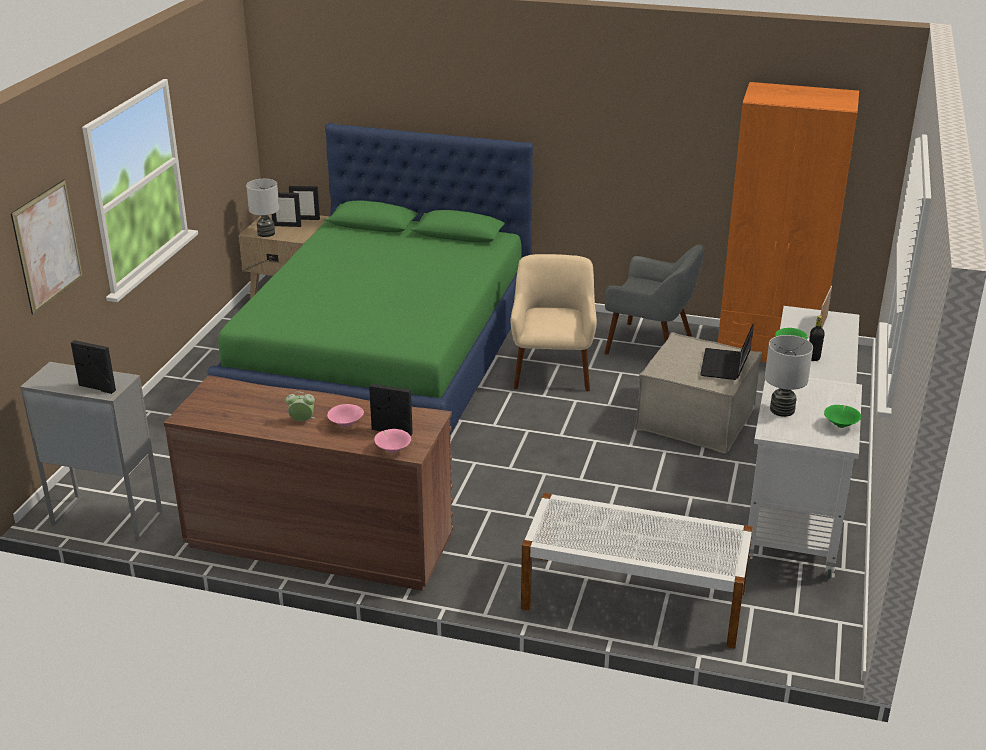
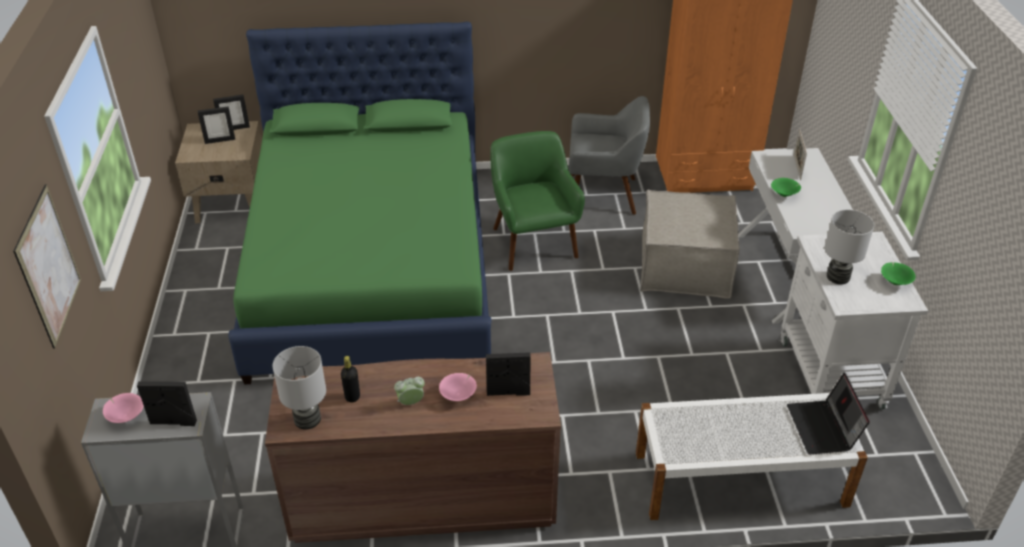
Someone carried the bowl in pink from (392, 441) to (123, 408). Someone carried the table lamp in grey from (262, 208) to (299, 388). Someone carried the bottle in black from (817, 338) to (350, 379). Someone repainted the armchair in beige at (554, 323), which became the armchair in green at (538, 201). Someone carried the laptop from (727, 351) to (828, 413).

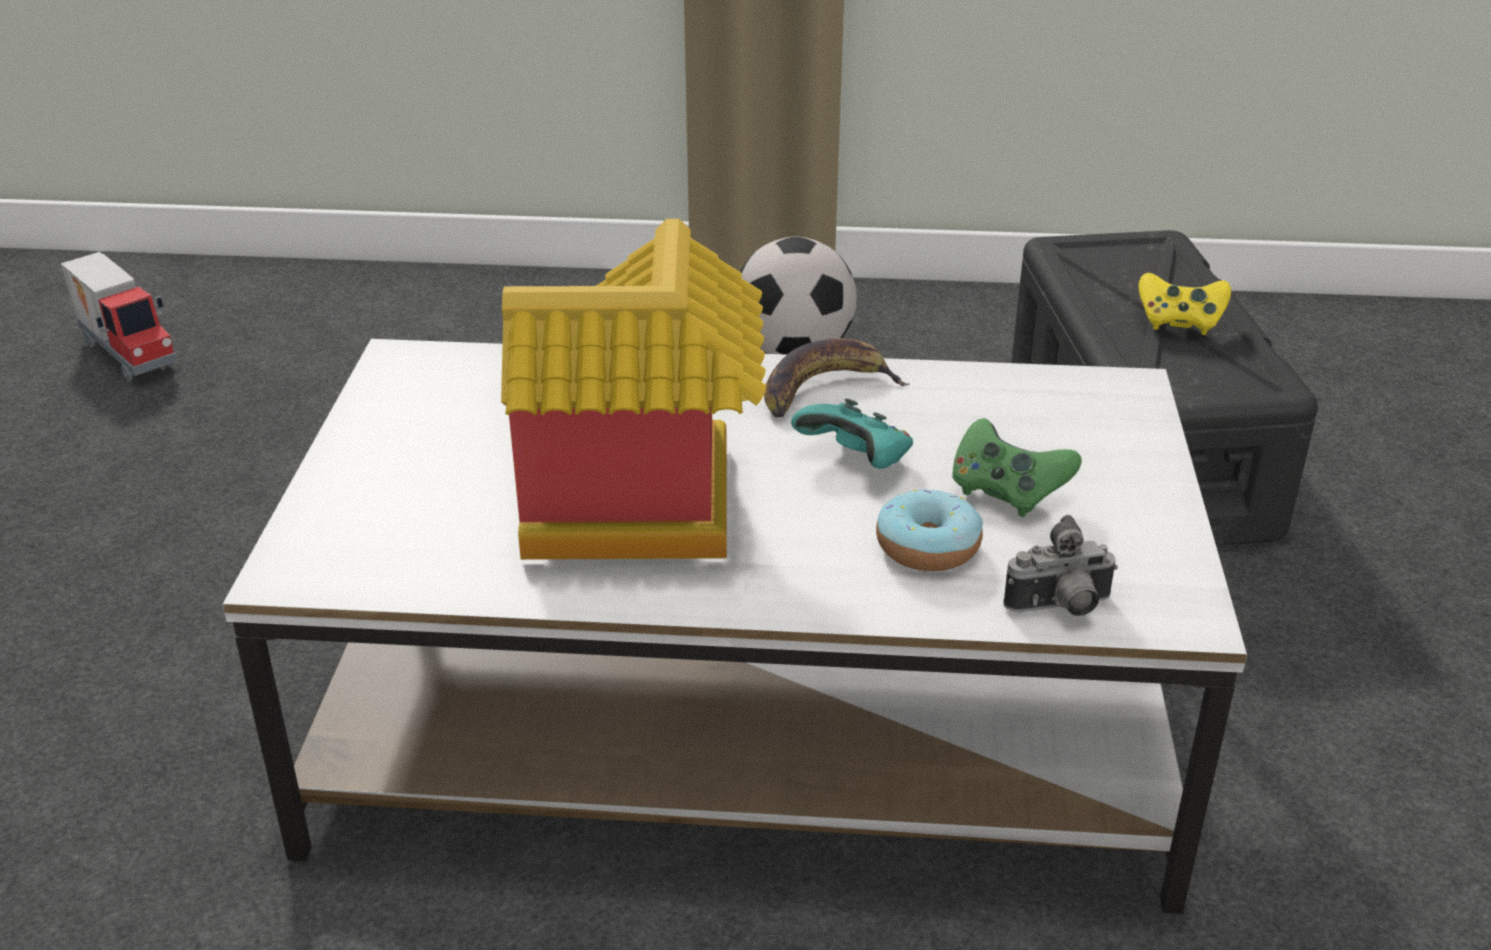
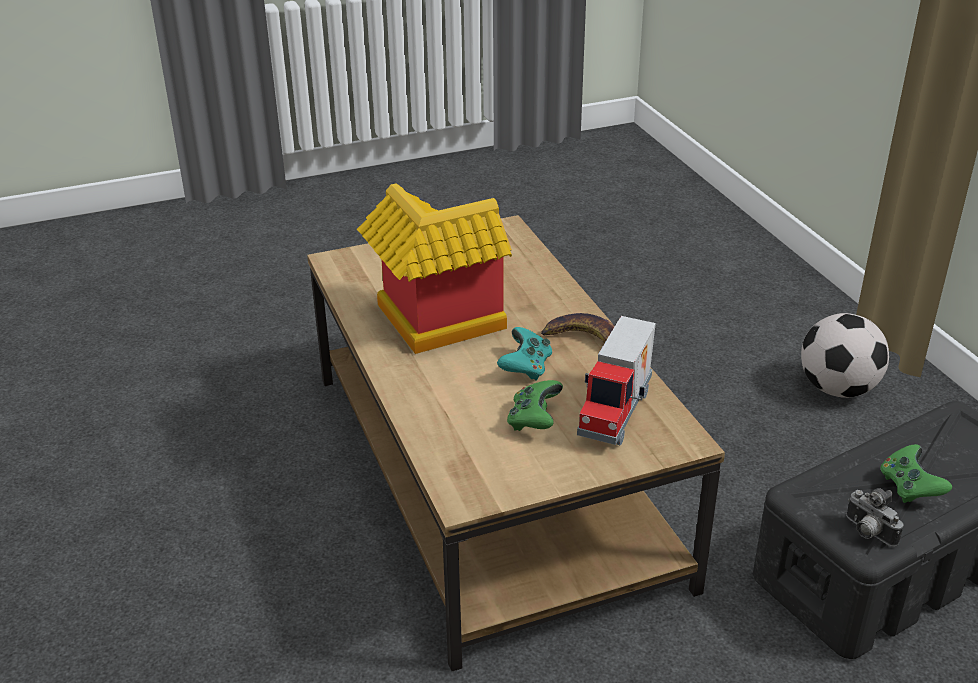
Someone repainted the coffee table in white at (735, 626), which became the coffee table in brown at (516, 443). Someone carried the toy truck from (119, 317) to (616, 381). Someone carried the photo camera from (1060, 565) to (874, 517). Someone repainted the game controller in yellow at (1185, 304), which became the game controller in green at (916, 473). Someone took away the donut at (929, 530).

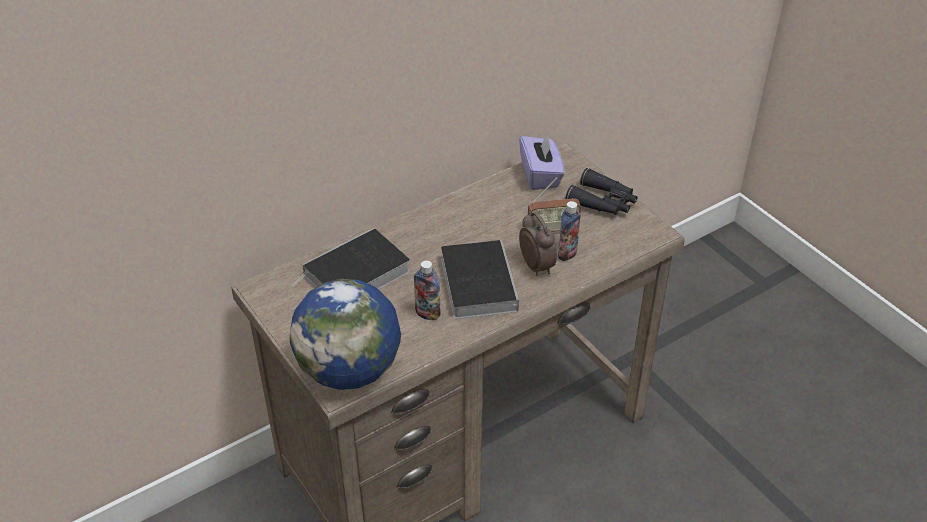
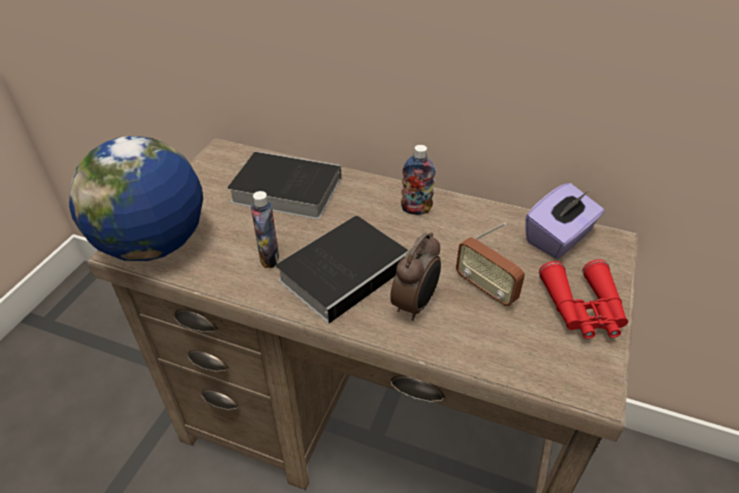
Someone carried the bottle from (569, 231) to (418, 180). Someone repainted the binoculars in black at (601, 191), which became the binoculars in red at (583, 299).

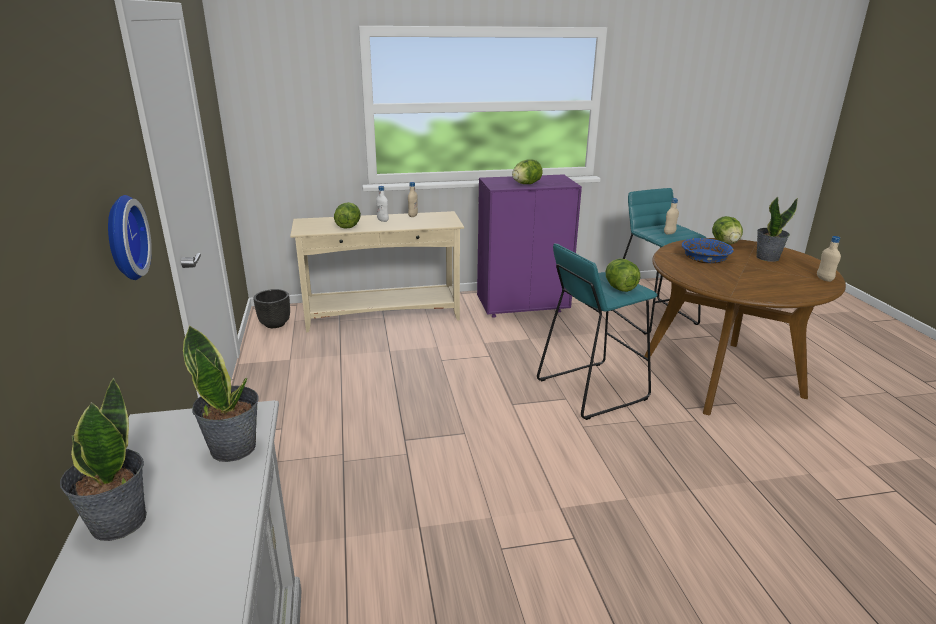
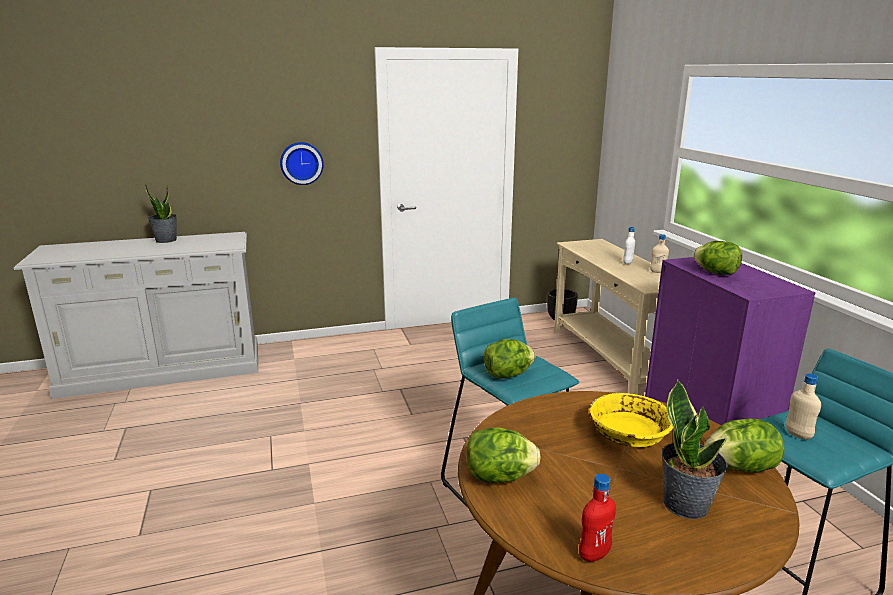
Someone carried the lettuce from (347, 215) to (504, 455). Someone repainted the bottle in beige at (829, 259), which became the bottle in red at (597, 518). Someone repainted the bowl in blue at (708, 250), which became the bowl in yellow at (631, 420). Someone took away the potted plant at (221, 393).

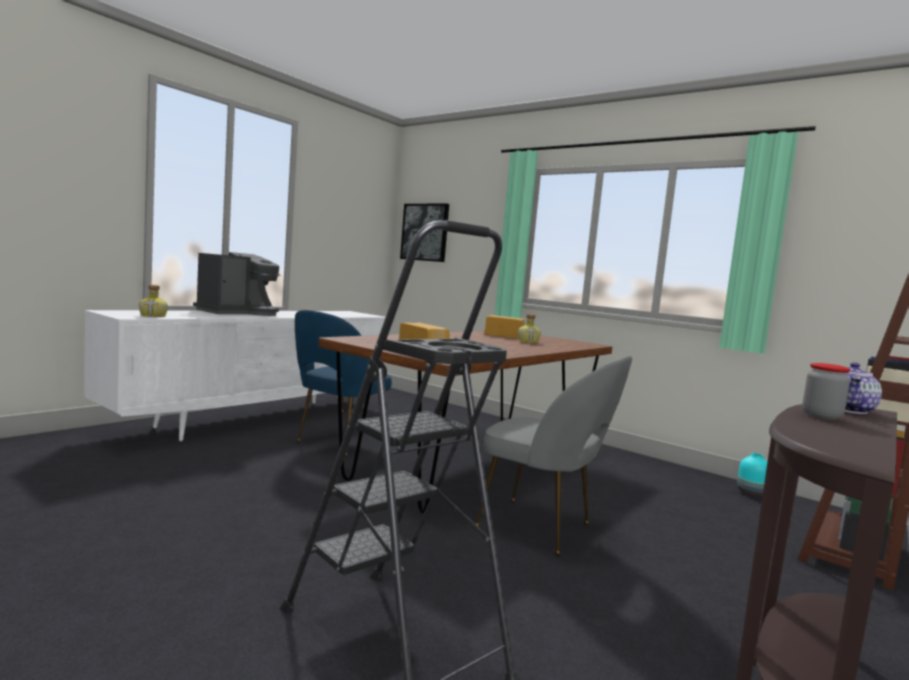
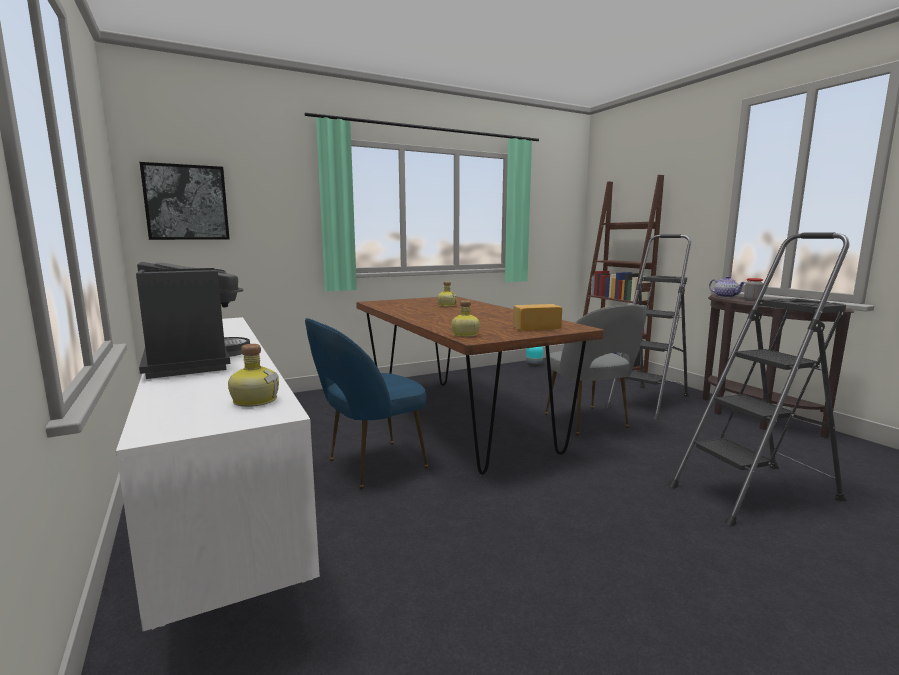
Someone rotated the chair in blue at (343, 383) by 90 degrees clockwise. Someone put down the bottle at (465, 318). Someone rotated the chair in grey at (553, 456) by 105 degrees clockwise. Someone put down the step ladder at (648, 327). Someone took away the bread at (505, 326).

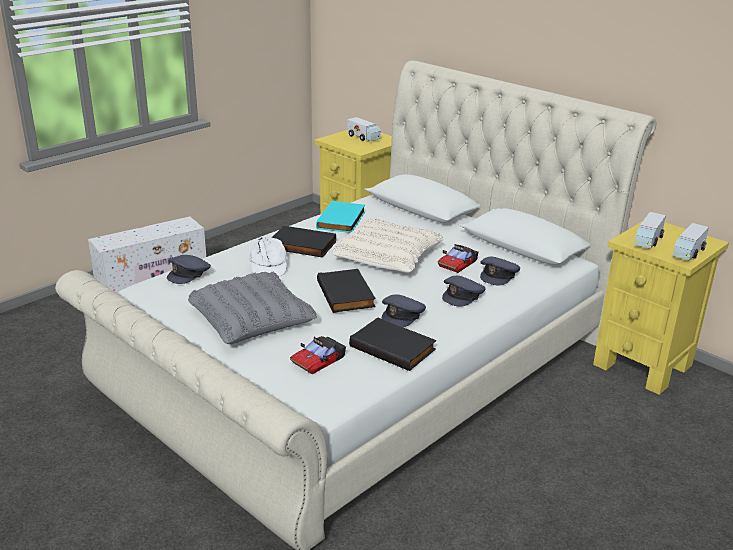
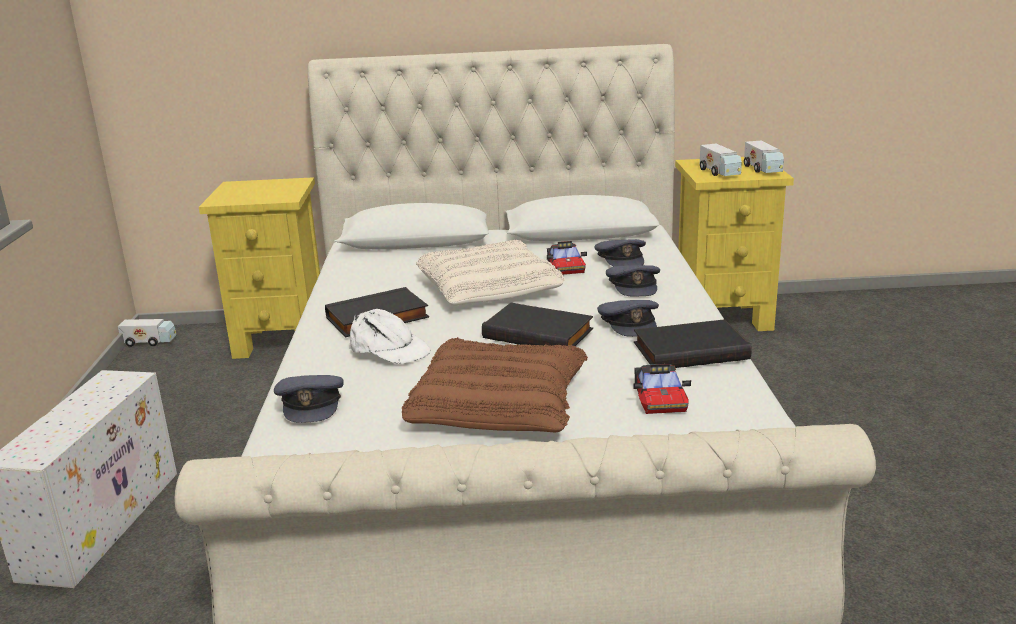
Someone carried the toy truck from (364, 129) to (147, 333). Someone repainted the pillow in grey at (252, 308), which became the pillow in brown at (494, 384). Someone took away the book in turquoise at (340, 216).

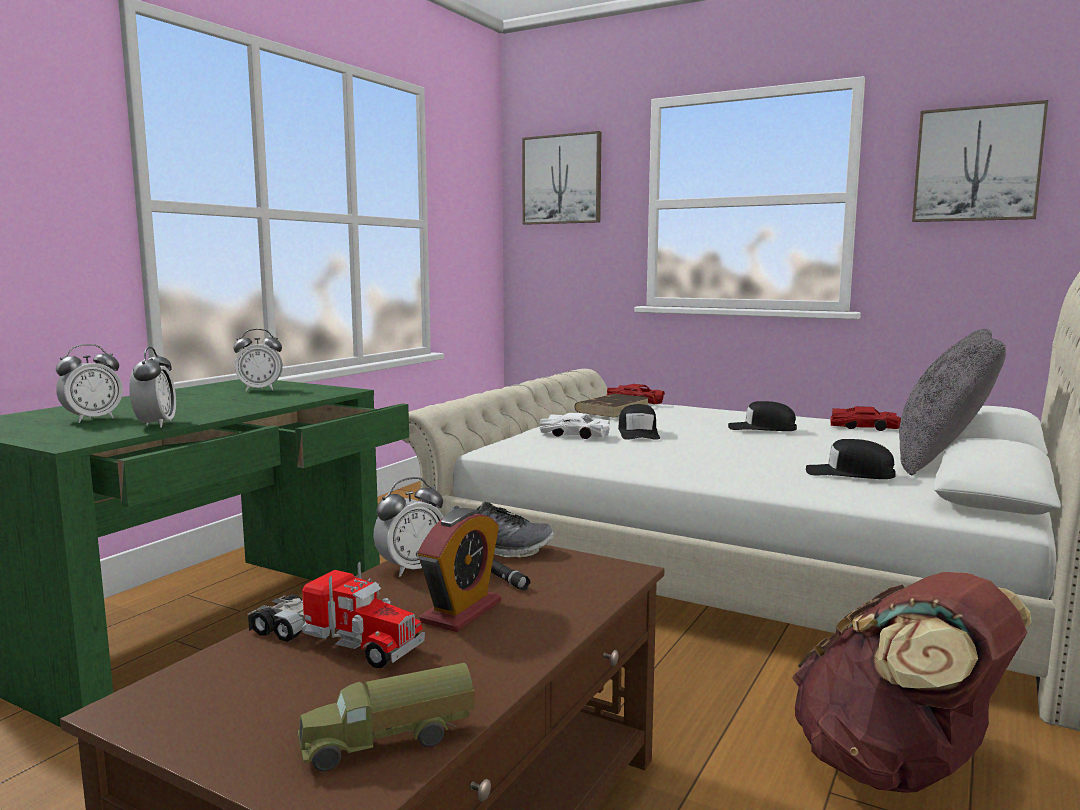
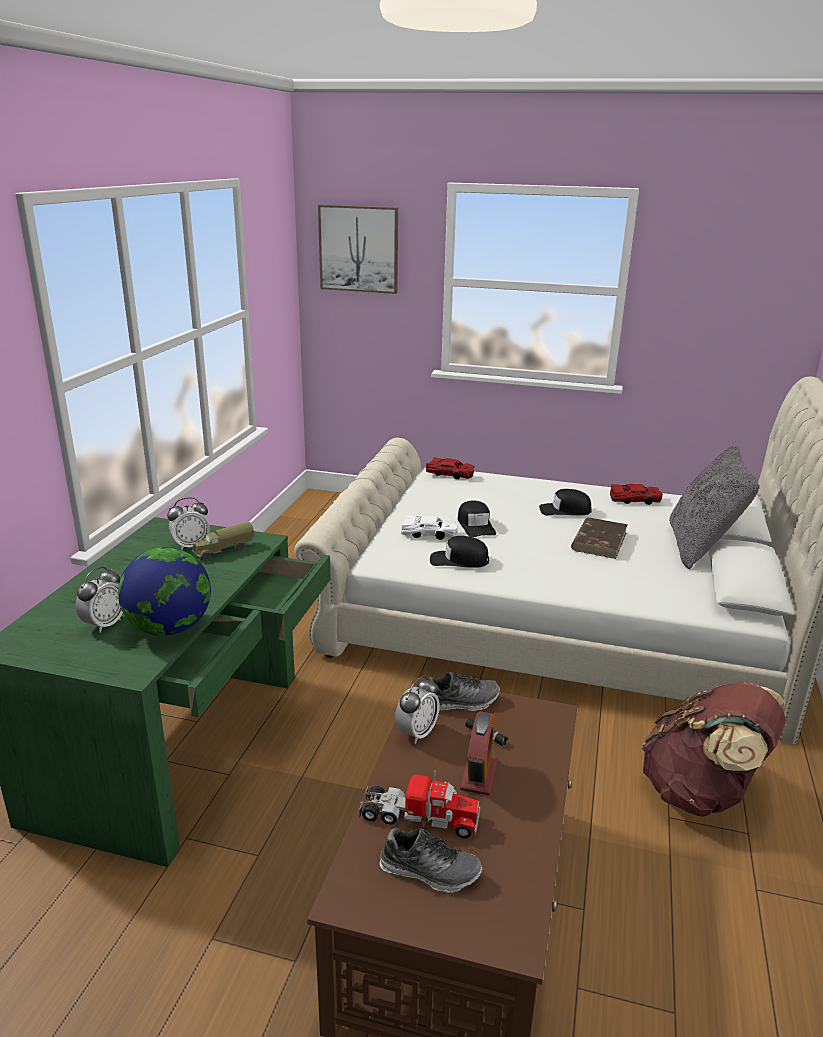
Someone swapped the alarm clock at (152, 387) for the globe at (164, 591). Someone carried the toy truck from (386, 717) to (223, 541). Someone put down the shoe at (430, 860). Someone carried the cap in black from (851, 459) to (459, 552). Someone carried the book in brown from (611, 405) to (599, 538). Someone took away the picture at (980, 161).

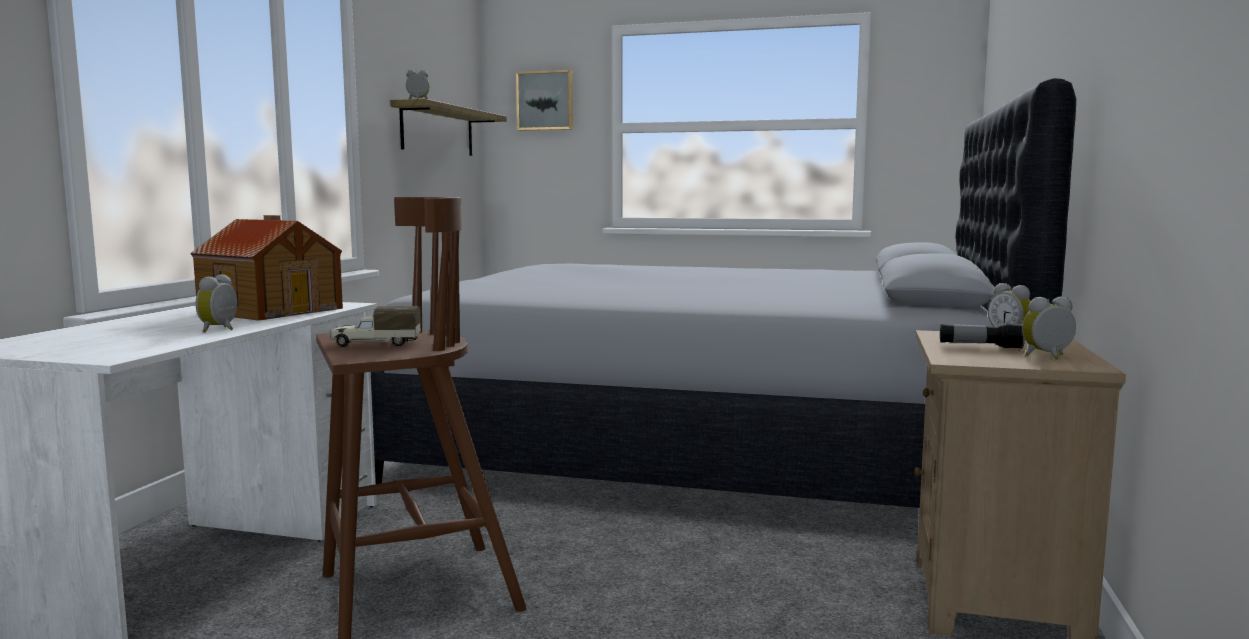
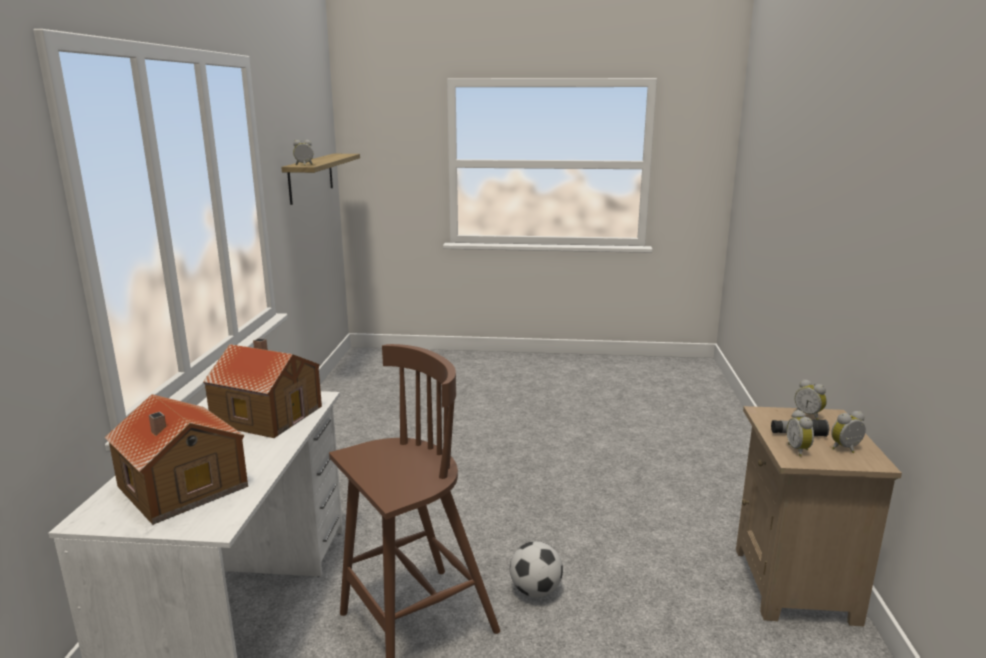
Someone put down the toy house at (176, 459). Someone put down the football at (536, 569). Someone carried the alarm clock from (216, 303) to (800, 433). Someone took away the toy truck at (375, 326). Someone took away the bed in grey at (723, 293). Someone took away the picture at (544, 100).

